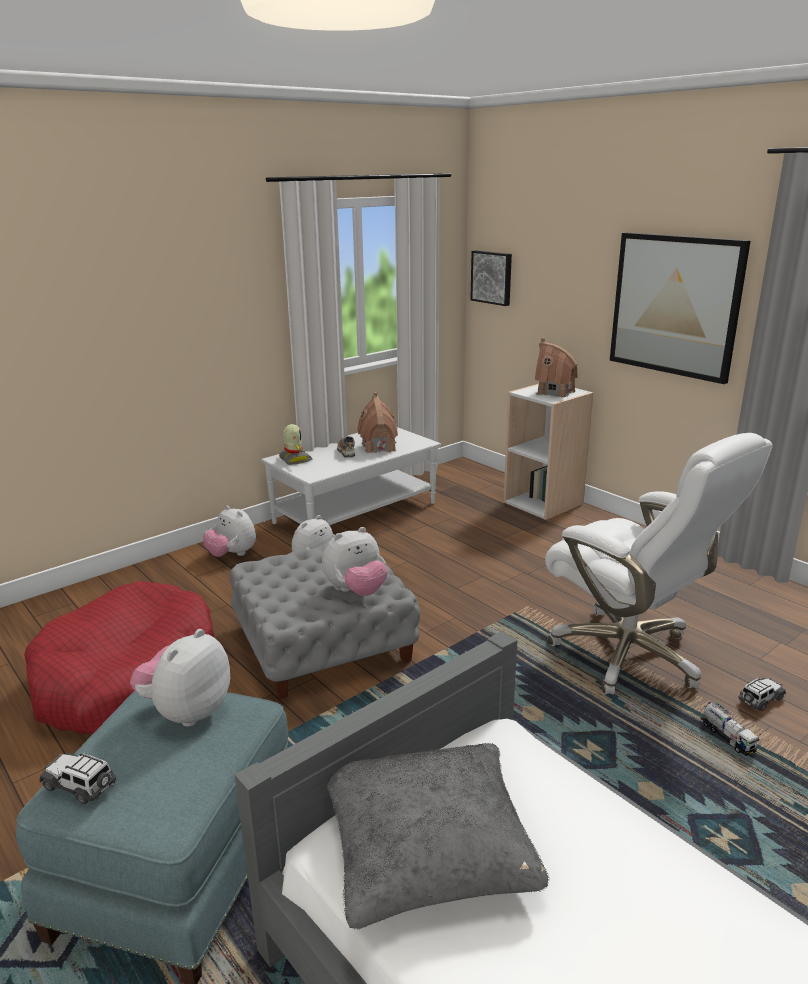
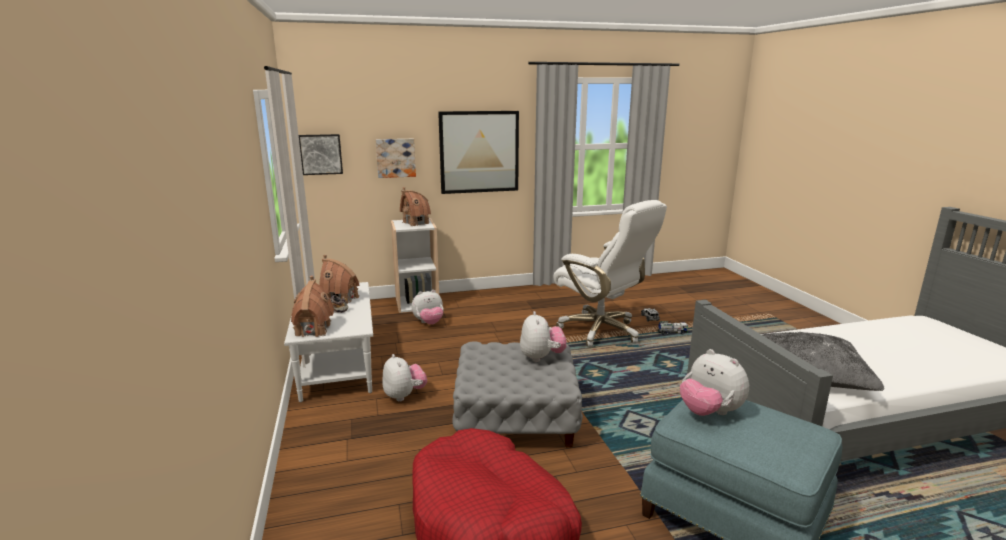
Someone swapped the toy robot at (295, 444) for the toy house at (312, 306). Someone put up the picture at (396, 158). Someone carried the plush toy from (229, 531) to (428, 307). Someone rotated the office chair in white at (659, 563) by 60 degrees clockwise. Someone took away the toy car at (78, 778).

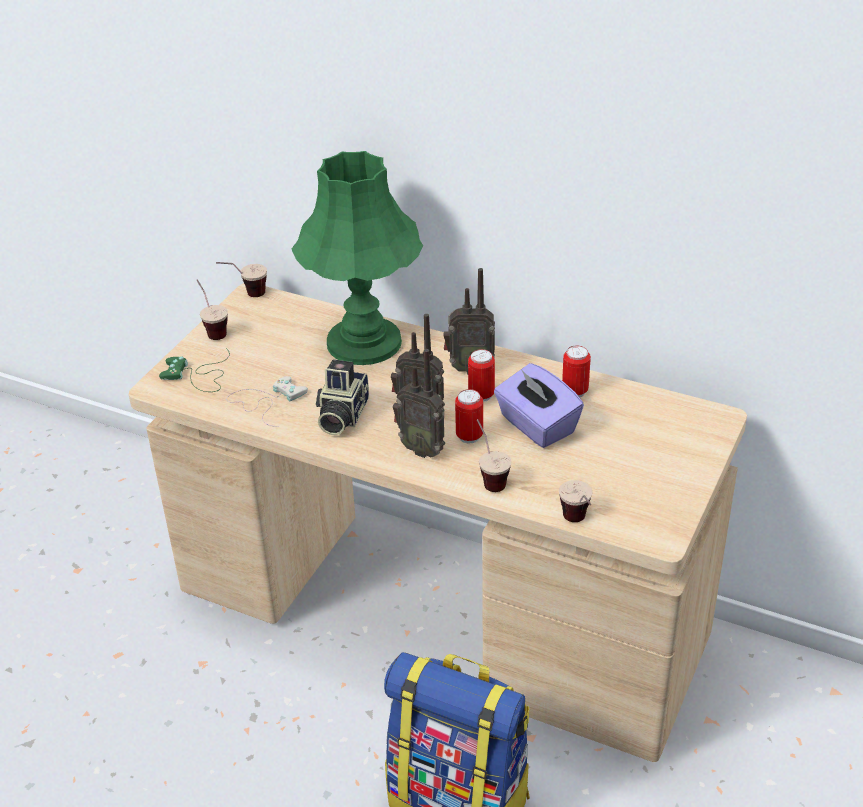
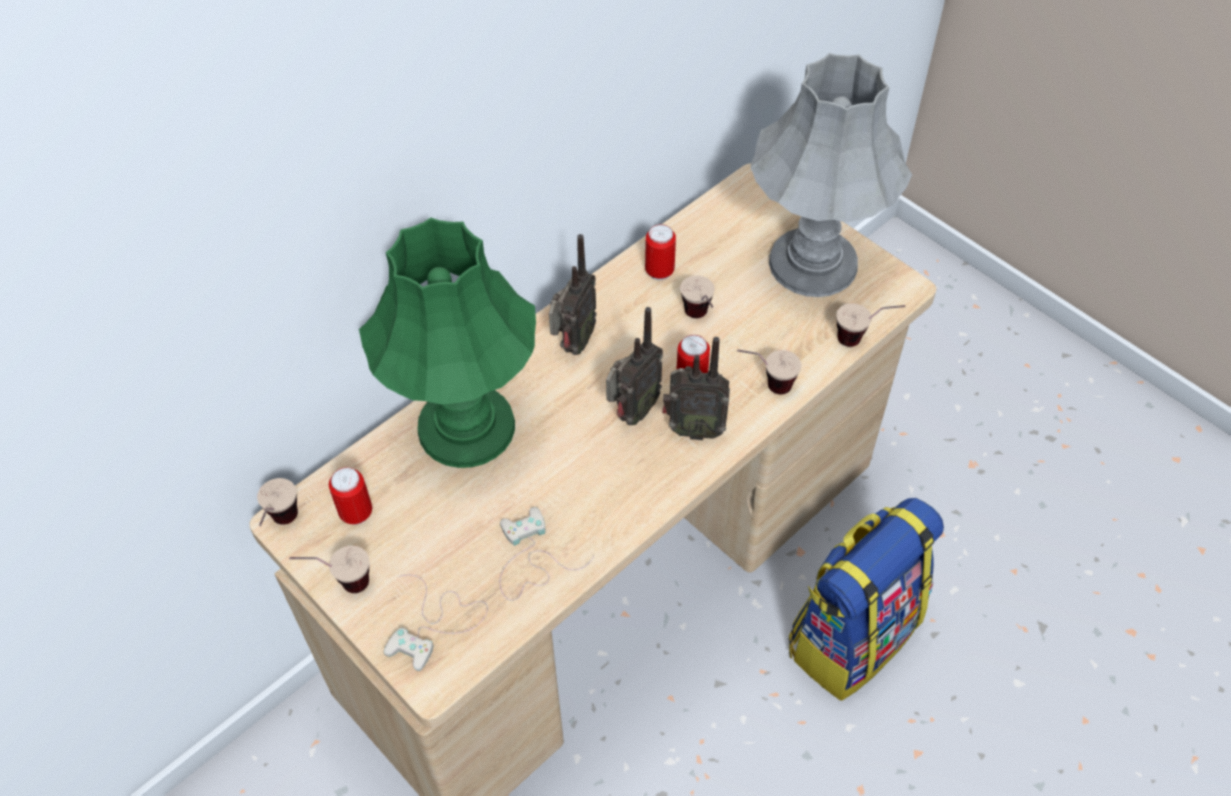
Someone carried the can from (481, 375) to (350, 496). Someone repainted the game controller in green at (194, 370), which became the game controller in white at (436, 623). Someone rotated the radio at (419, 403) by 45 degrees clockwise. Someone swapped the tissue box in purple at (539, 405) for the cup at (697, 297). Someone put down the table lamp in grey at (831, 175). Someone took away the photo camera at (342, 397).

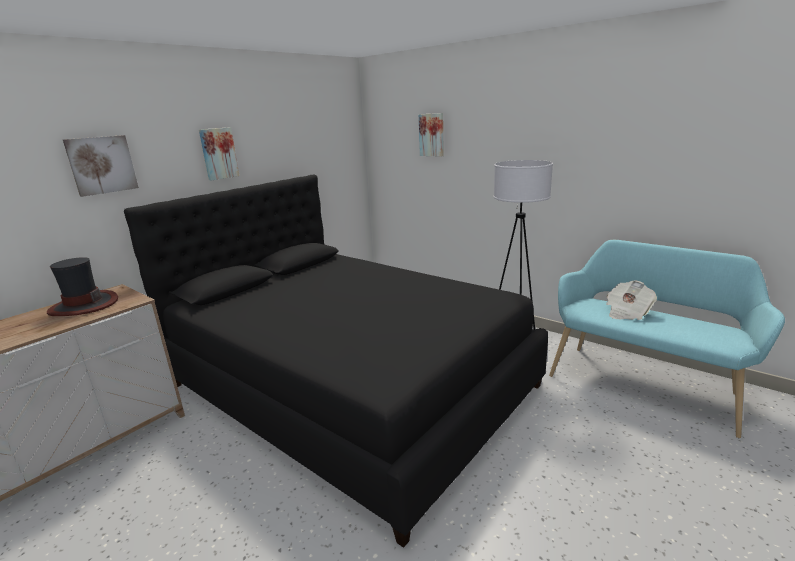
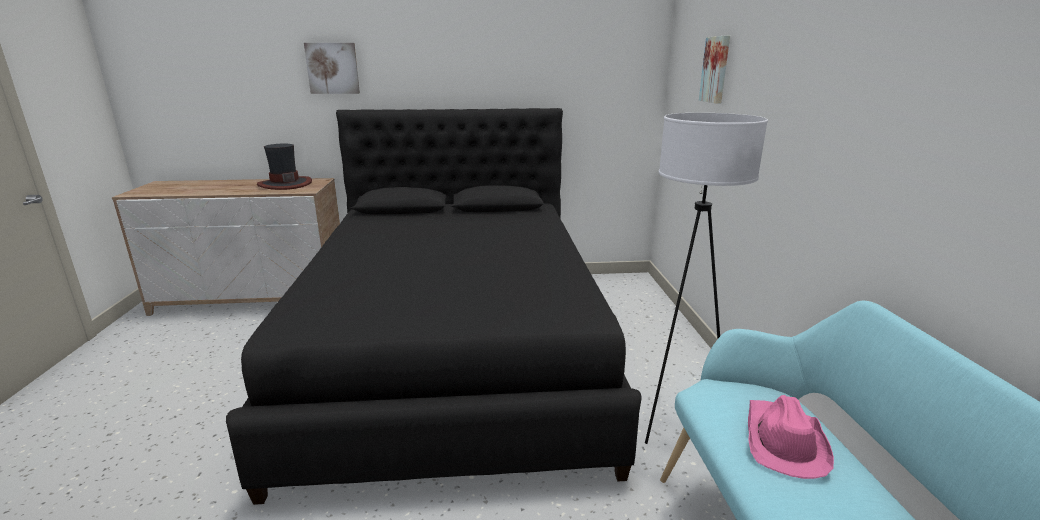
Someone swapped the newspaper at (631, 300) for the hat in pink at (791, 437). Someone took away the picture at (219, 153).

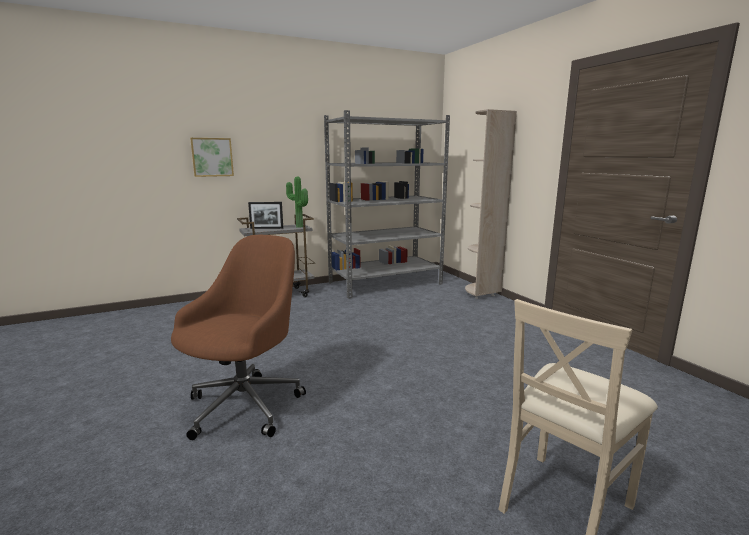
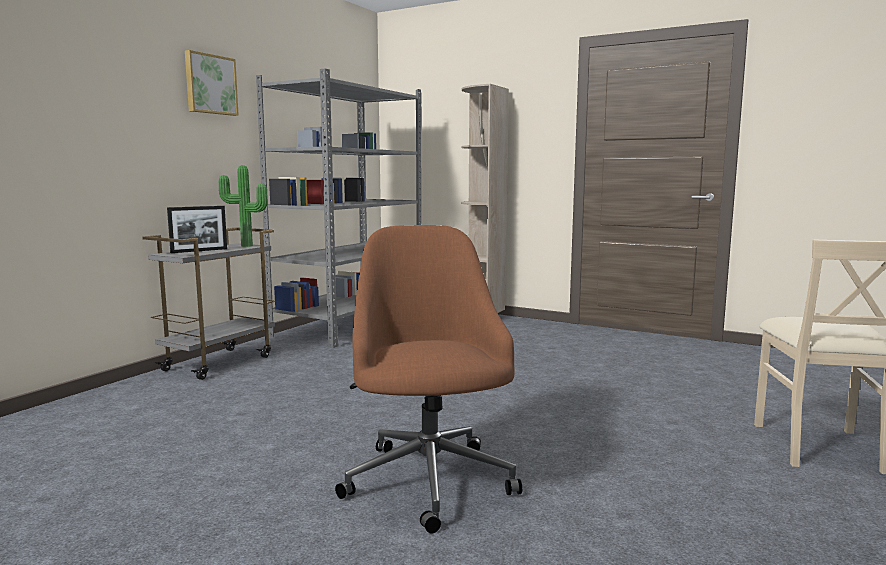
Someone carried the picture from (212, 157) to (212, 83).

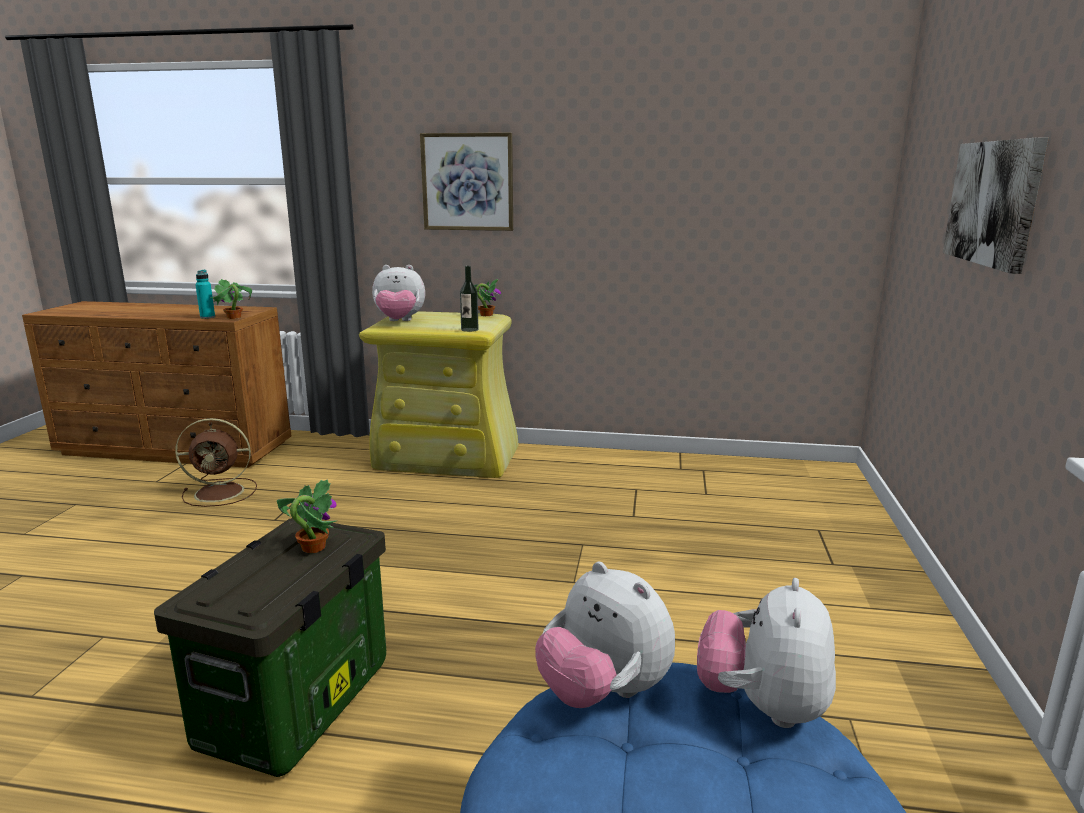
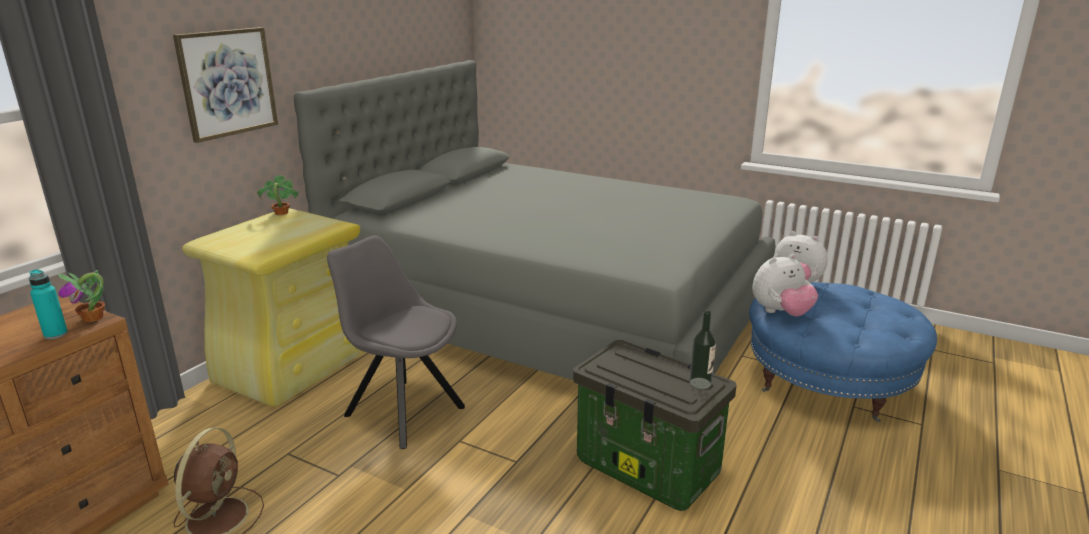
Someone put down the bed in grey at (534, 220). Someone put down the chair in grey at (396, 342). Someone carried the bottle from (469, 299) to (702, 350). Someone took away the potted plant at (307, 516). Someone took away the plush toy at (398, 293). Someone took away the picture at (996, 205).

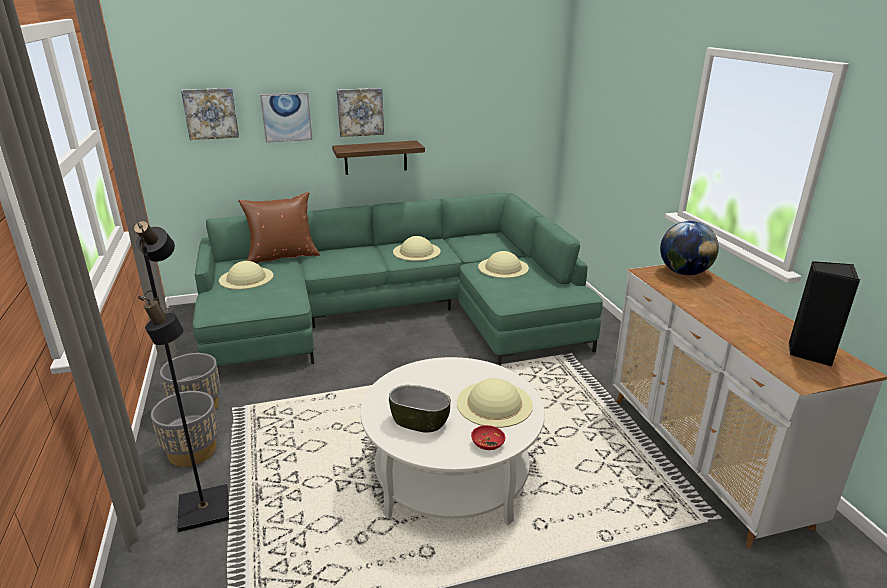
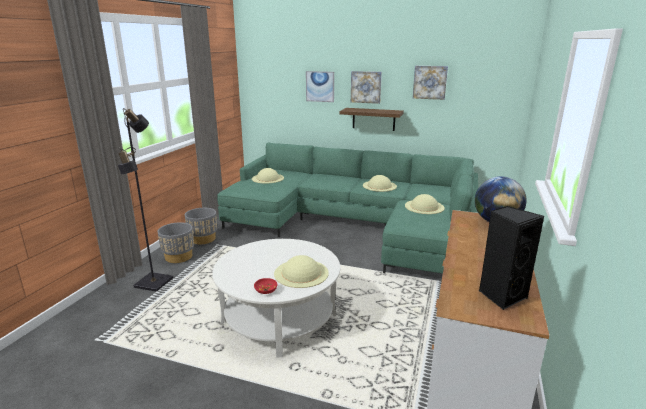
Someone carried the picture from (210, 114) to (430, 83). Someone took away the pillow in brown at (279, 227). Someone took away the bowl at (420, 409).

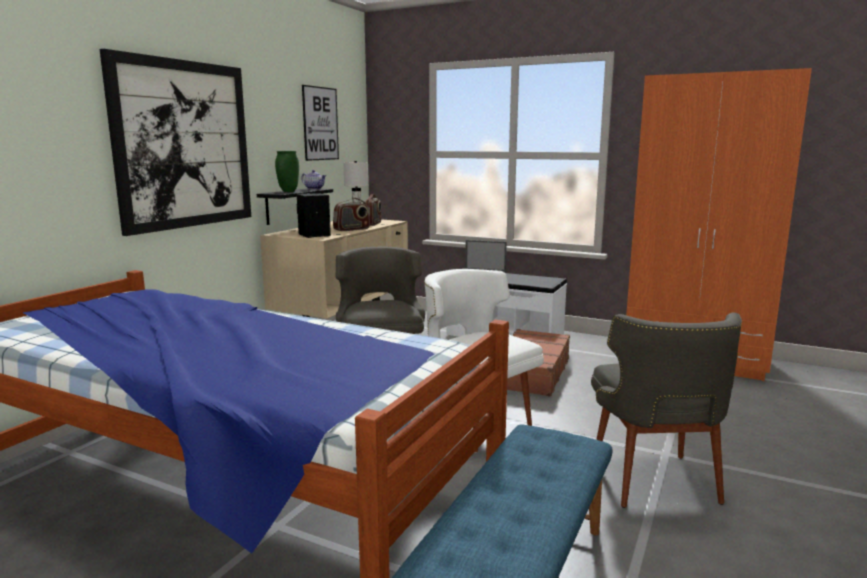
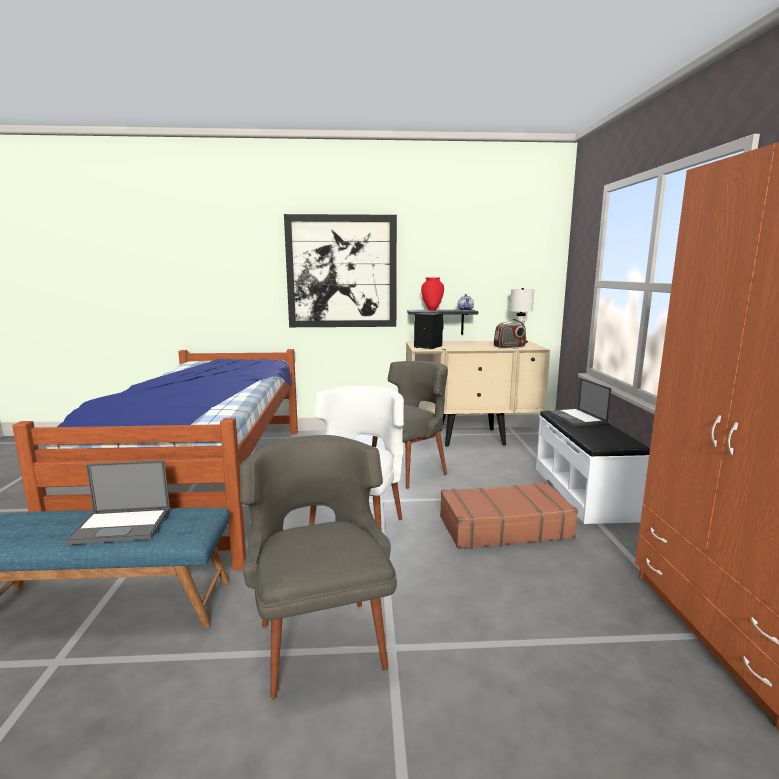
Someone put down the laptop at (117, 502). Someone rotated the chair in grey at (666, 410) by 105 degrees clockwise. Someone repainted the vase in green at (287, 171), which became the vase in red at (432, 294). Someone took away the picture at (320, 123). Someone took away the radio at (351, 214).

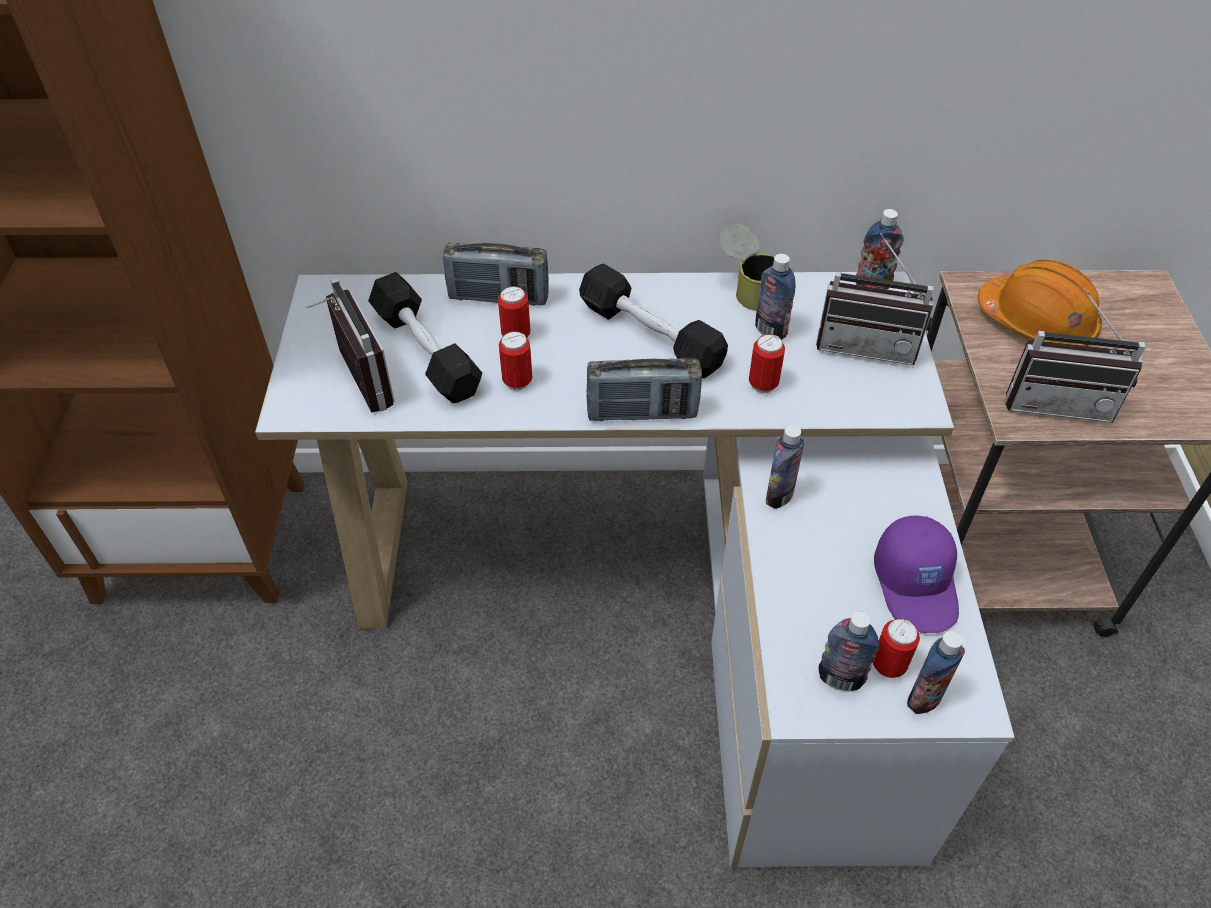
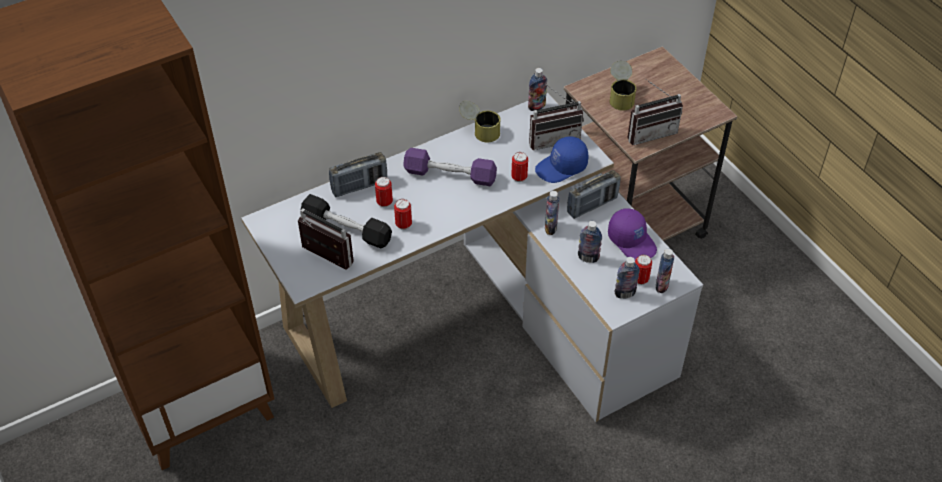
Someone repainted the dumbbell in black at (653, 321), which became the dumbbell in purple at (450, 167). Someone put down the cap in blue at (562, 159). Someone carried the radio from (644, 389) to (594, 194). Someone carried the bottle from (775, 297) to (590, 242). Someone swapped the hard hat in orange at (1040, 303) for the can at (622, 86).

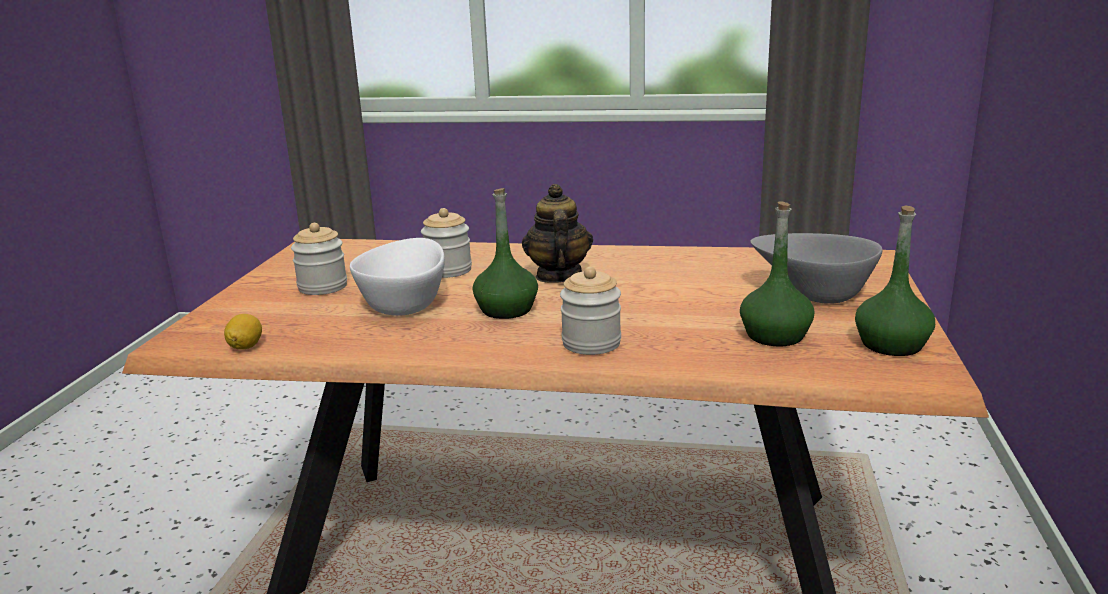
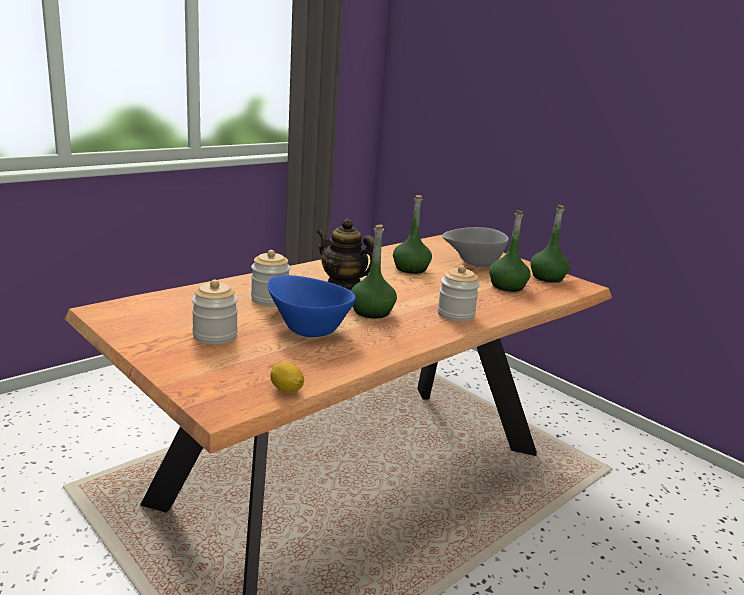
Someone repainted the bowl in white at (397, 277), which became the bowl in blue at (312, 306). Someone put down the bottle in green at (412, 234).

